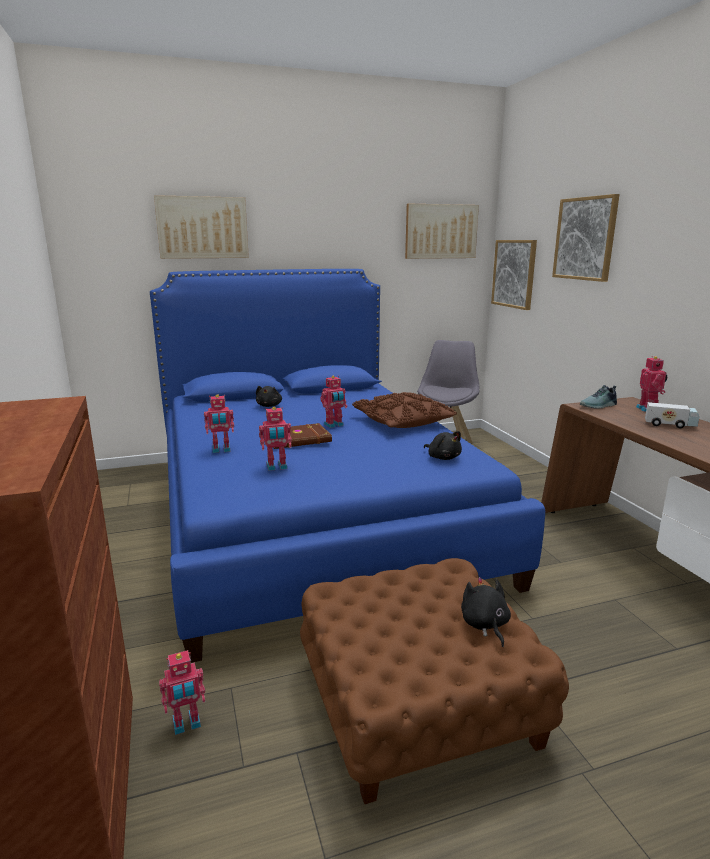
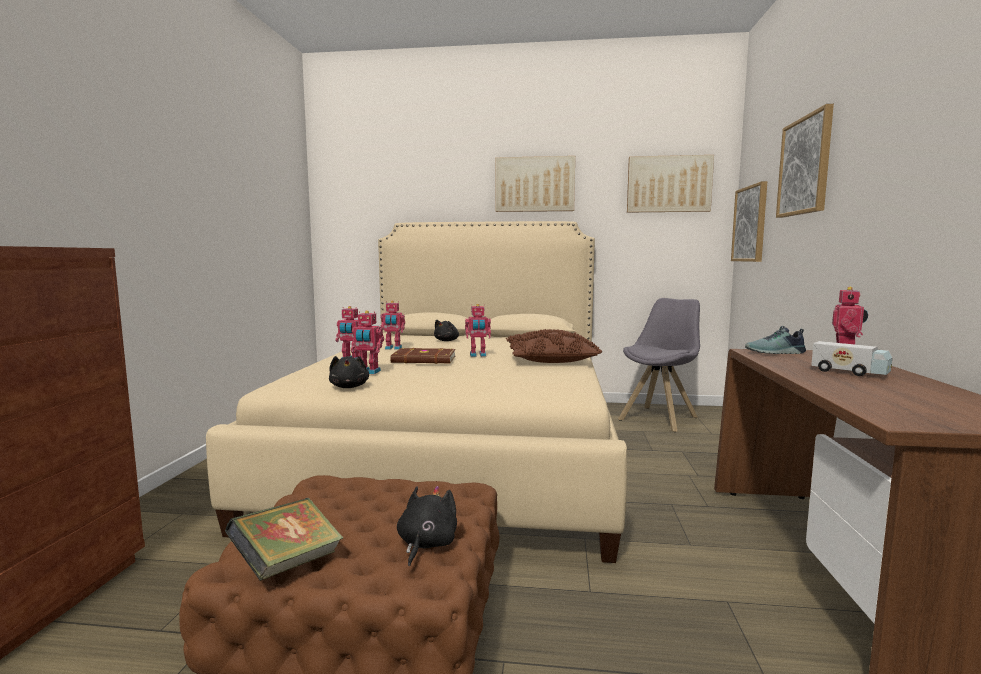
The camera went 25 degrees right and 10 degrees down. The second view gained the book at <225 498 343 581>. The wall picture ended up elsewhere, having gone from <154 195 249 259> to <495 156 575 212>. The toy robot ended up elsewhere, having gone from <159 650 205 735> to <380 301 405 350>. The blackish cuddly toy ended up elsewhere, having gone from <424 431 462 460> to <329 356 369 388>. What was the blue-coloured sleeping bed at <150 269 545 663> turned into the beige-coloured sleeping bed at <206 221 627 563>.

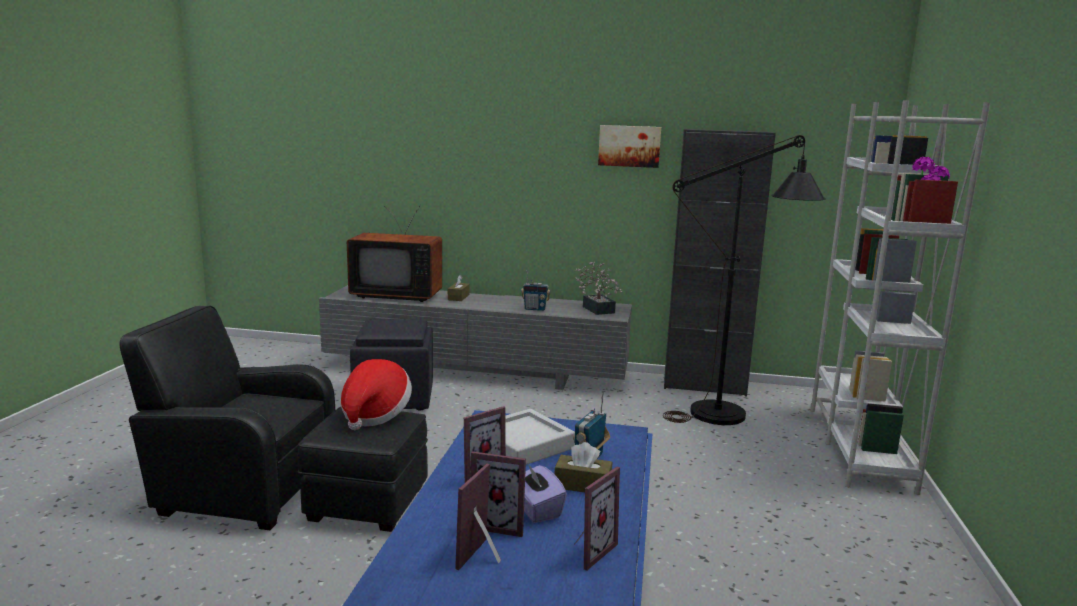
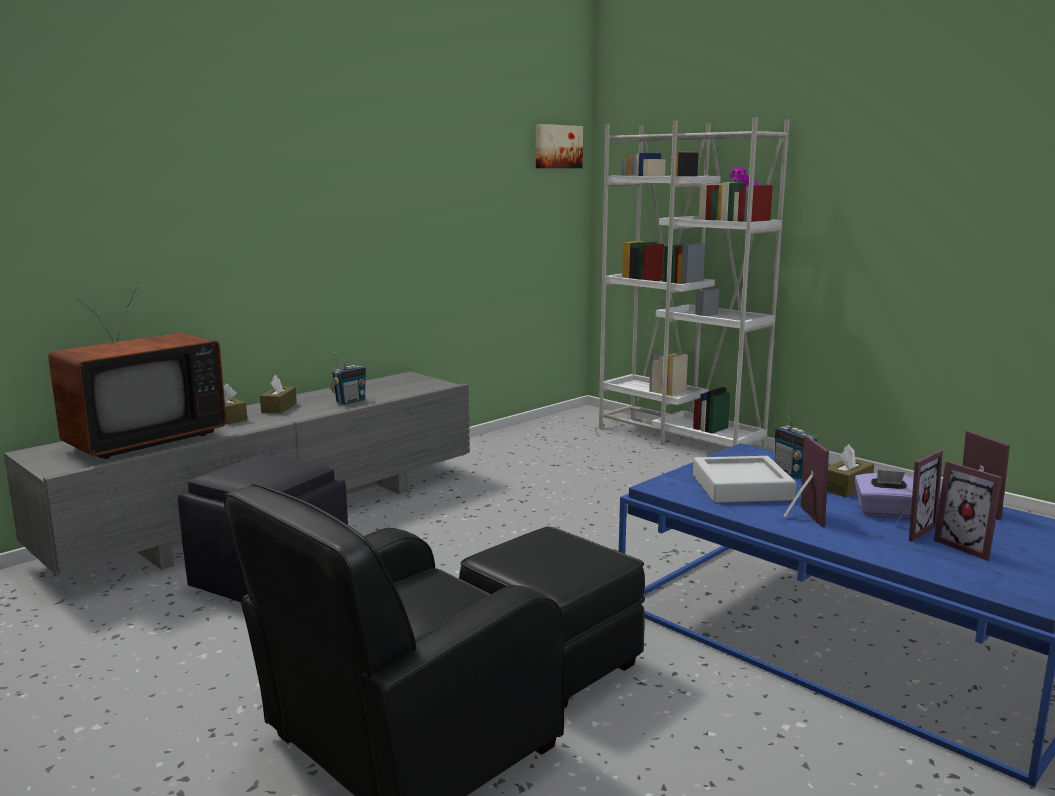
The camera went 55 degrees left and 0 degrees up. The second view lost the clothing hat at <341 359 412 430>. The second view lost the plant in a pot at <574 262 622 315>. The second view lost the blackish standard lamp at <663 135 826 425>. The second view lost the blackish cupboard at <664 129 776 396>. The second view gained the brown box of tissues at <260 375 297 414>. The wall picture ended up elsewhere, having gone from <598 125 661 168> to <536 124 583 168>.

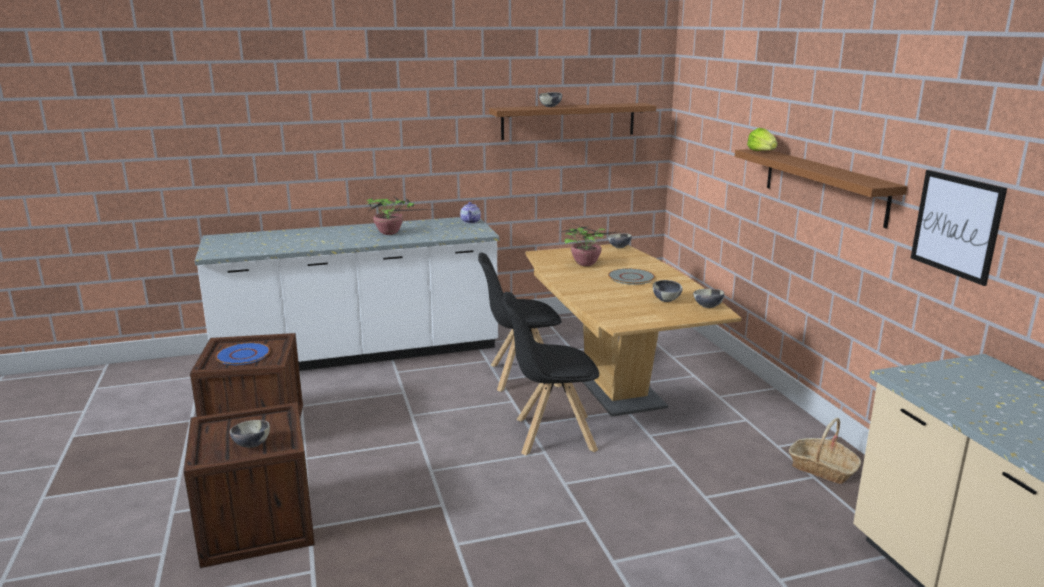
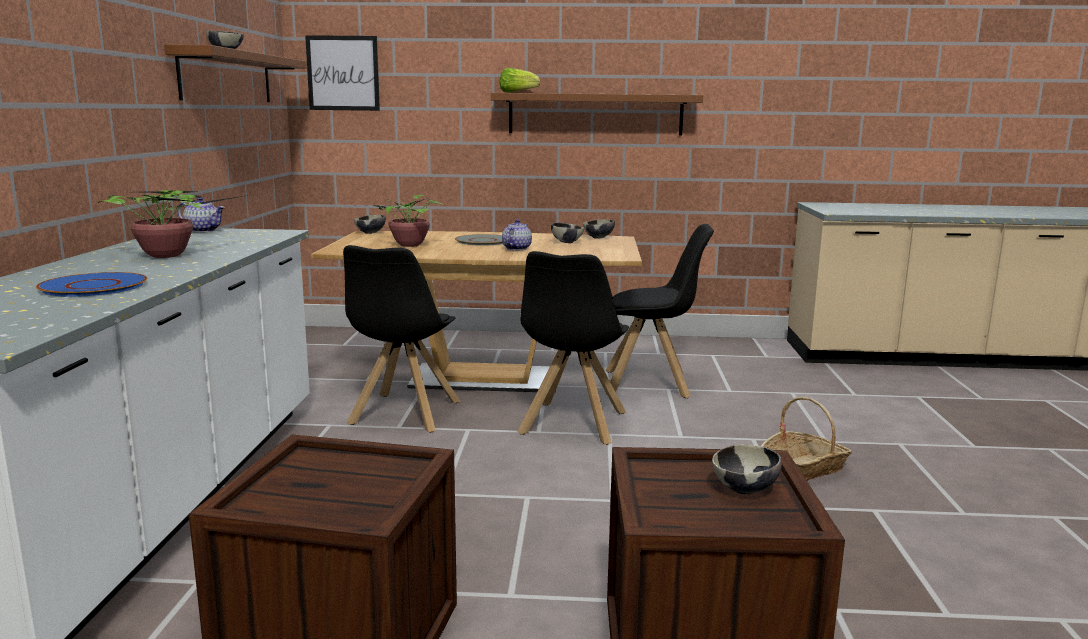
The camera went 70 degrees left and 5 degrees down. The second view gained the tea pot at <502 219 532 250>. The second view gained the blackish upright chair at <605 224 714 398>. The blue-coloured plate ended up elsewhere, having gone from <216 343 270 365> to <36 272 148 297>. The basket ended up elsewhere, having gone from <789 418 861 484> to <761 396 852 481>. The wall picture ended up elsewhere, having gone from <911 170 1007 286> to <305 35 380 111>.

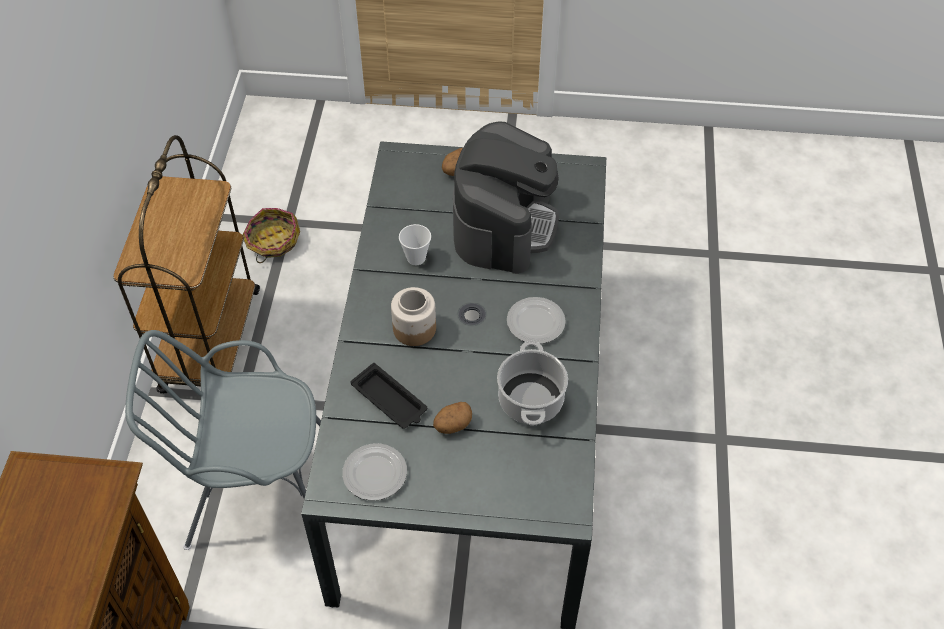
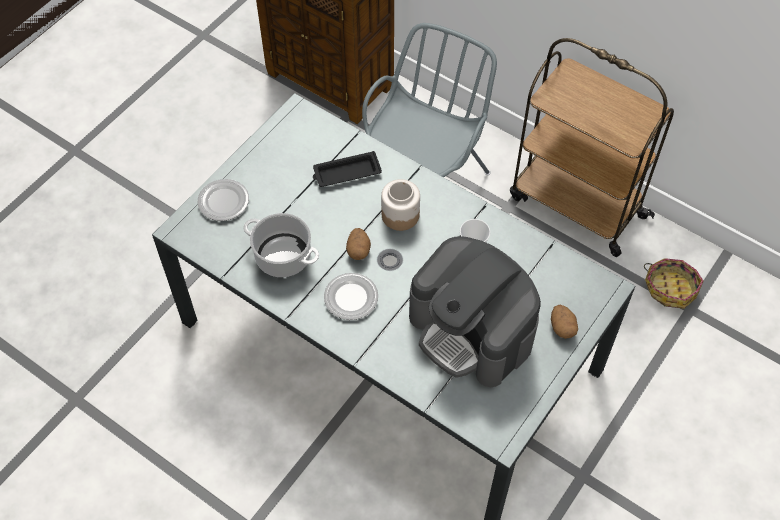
The camera went 120 degrees right and 5 degrees up. The plate ended up elsewhere, having gone from <342 443 407 501> to <197 179 249 221>. The potato ended up elsewhere, having gone from <433 402 472 434> to <346 228 371 260>.

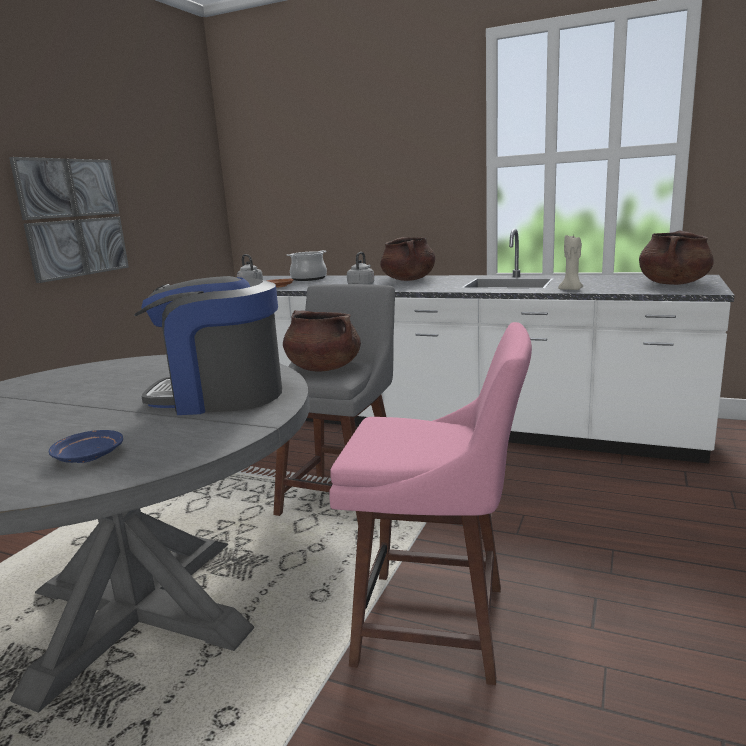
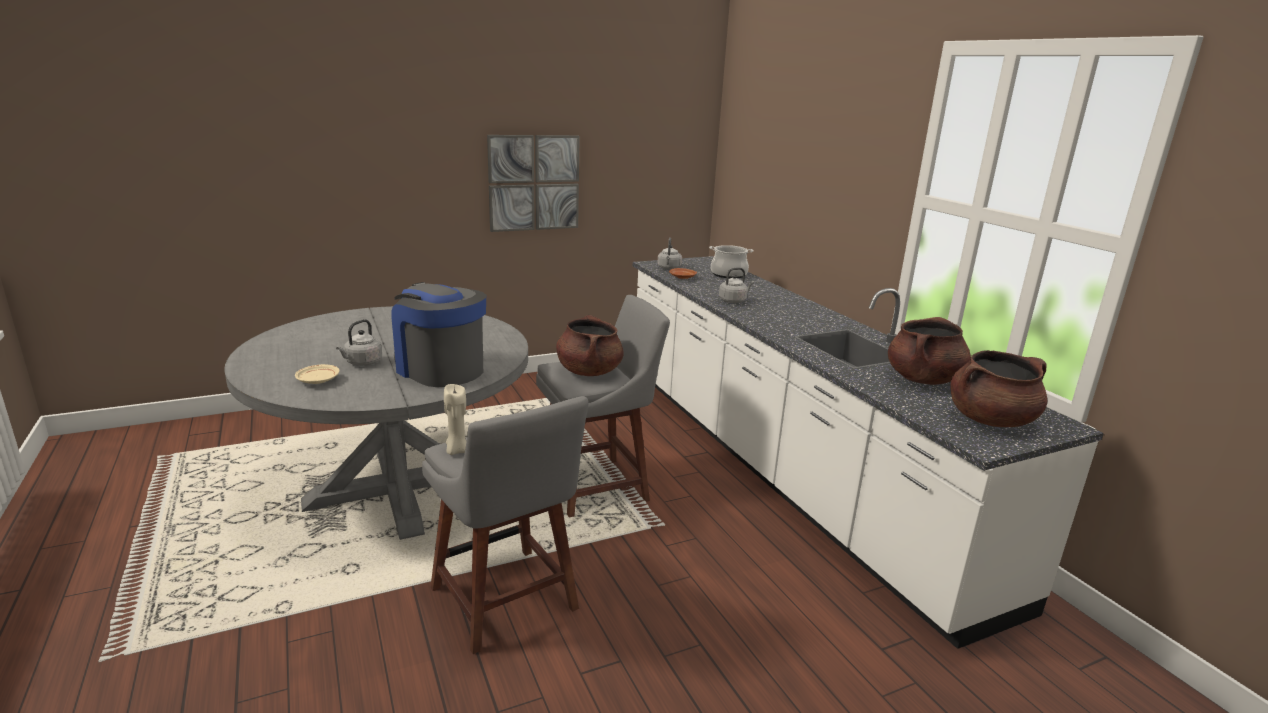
The camera went 40 degrees right and 5 degrees up. The second view gained the gray tea kettle at <336 319 382 366>. The brown saucepot ended up elsewhere, having gone from <380 237 435 281> to <888 317 971 385>. The beige-coloured wax light ended up elsewhere, having gone from <558 233 583 290> to <444 384 467 455>. What was the blue-coloured plate at <49 430 123 463> turned into the beige-coloured plate at <295 364 340 384>. What was the pink-coloured stool at <329 322 532 685> turned into the gray stool at <422 396 588 654>.

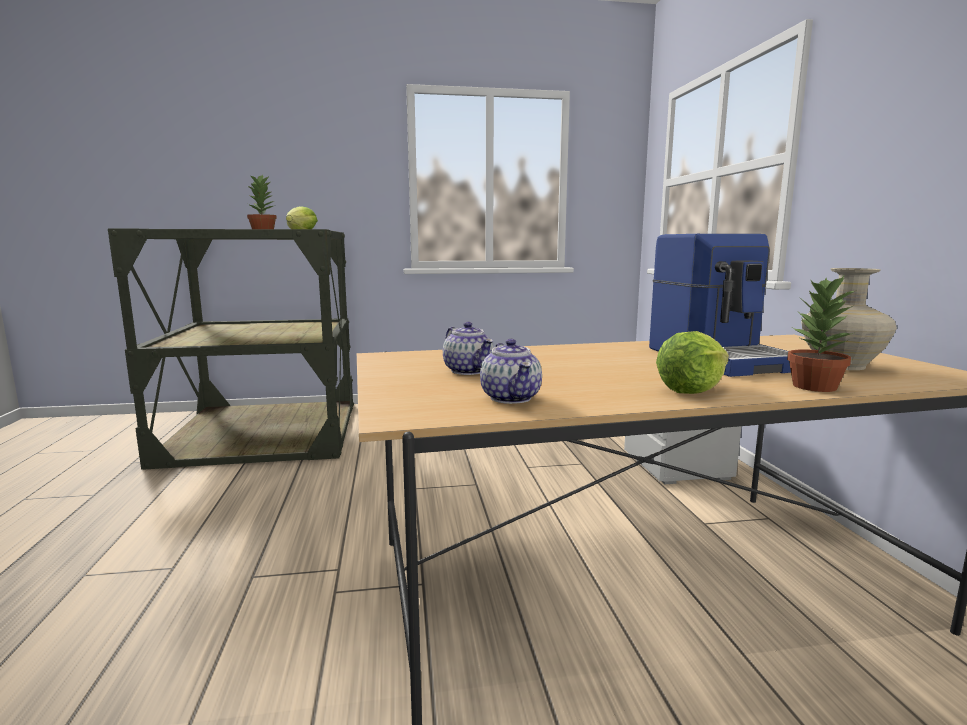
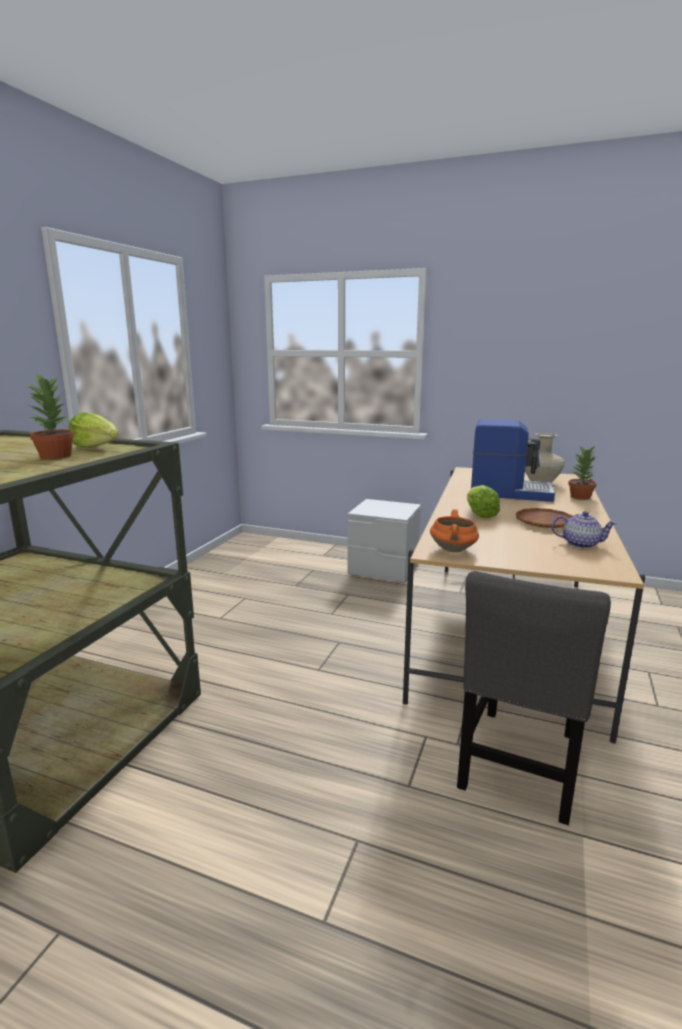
The camera went 60 degrees left and 5 degrees up. The second view lost the tea pot at <443 322 494 375>. The second view gained the orangey saucepot at <430 509 479 552>. The second view gained the gray upright chair at <457 571 611 825>. The second view gained the brown plate at <516 508 573 528>. The head of lettuce ended up elsewhere, having gone from <656 331 729 394> to <467 485 500 518>.

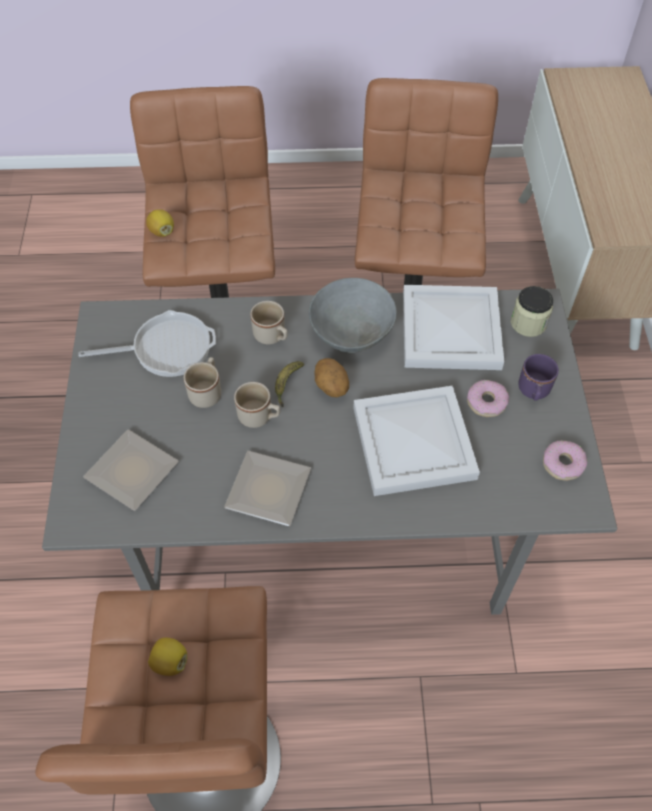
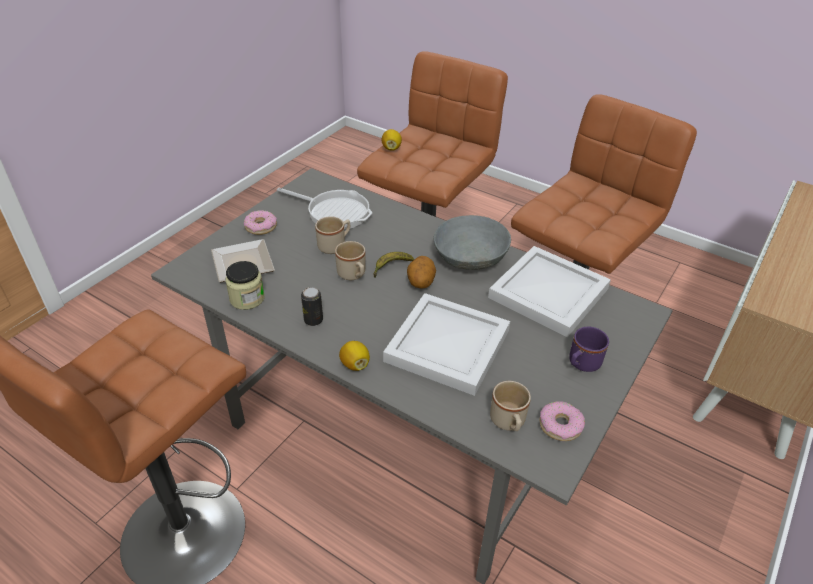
The camera went 35 degrees right and 15 degrees down. The citrus fruit ended up elsewhere, having gone from <148 637 187 676> to <339 341 370 371>. The beige-coloured mug ended up elsewhere, having gone from <250 301 288 344> to <490 381 531 431>. The ring doughnut ended up elsewhere, having gone from <467 380 509 417> to <244 210 277 235>. The storage jar ended up elsewhere, having gone from <511 286 553 337> to <225 261 265 310>. Where the plate stood at <224 451 311 526>, the can came to stand at <301 287 323 326>.

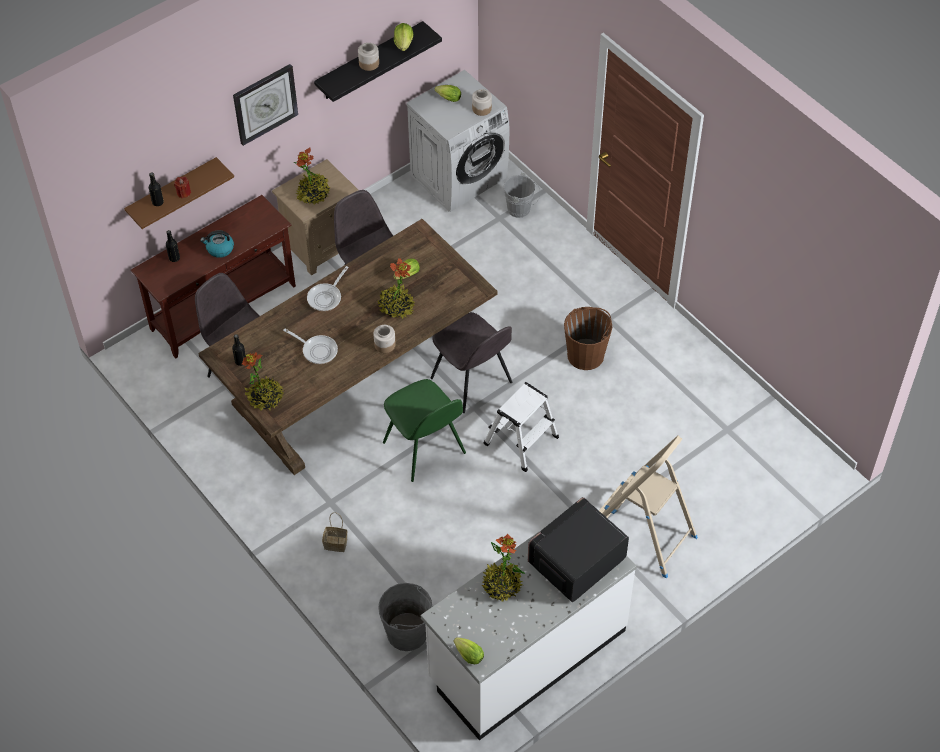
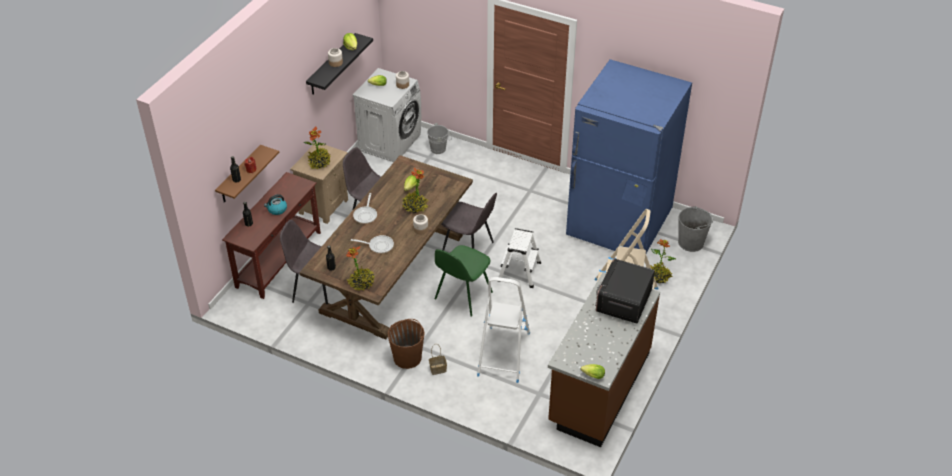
The camera went 25 degrees left and 10 degrees down. The second view lost the clock on the wall at <233 64 298 146>. The second view gained the white-coloured step stool at <477 277 530 383>. The second view gained the blue-coloured refrigerator at <566 59 692 253>. The gray bucket ended up elsewhere, having gone from <378 583 433 651> to <678 206 714 252>. The plant in a pot ended up elsewhere, having gone from <482 534 525 602> to <650 239 676 283>. The brown bucket ended up elsewhere, having gone from <564 307 613 370> to <388 319 425 369>. What was the white-coloured kitchen base unit at <421 528 637 740> turned into the brown kitchen base unit at <548 272 660 447>. The greenish upright chair at <383 379 466 482> ended up facing another way, 90 degrees clockwise from before.

